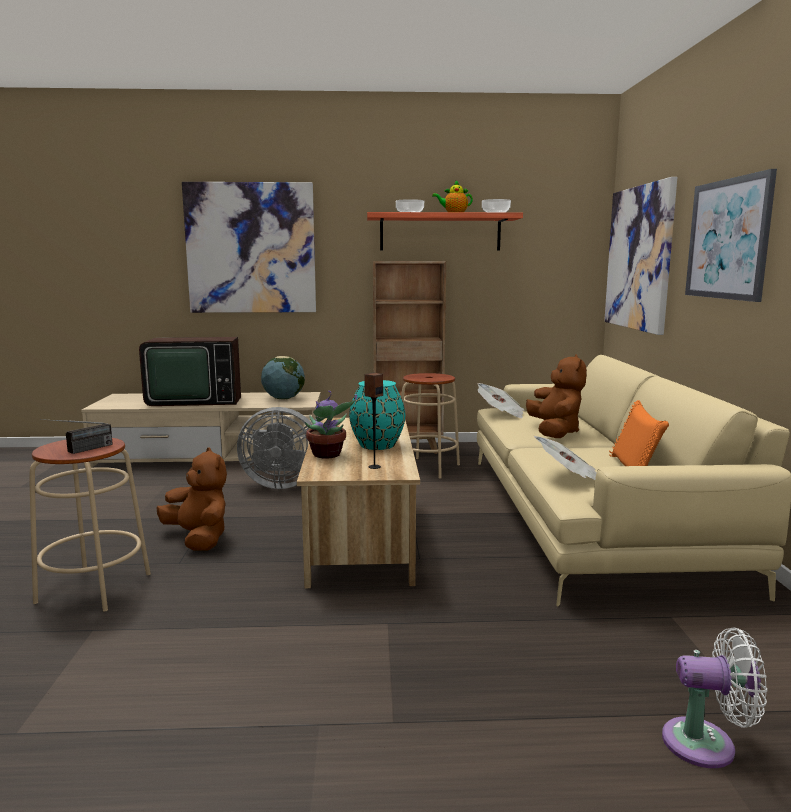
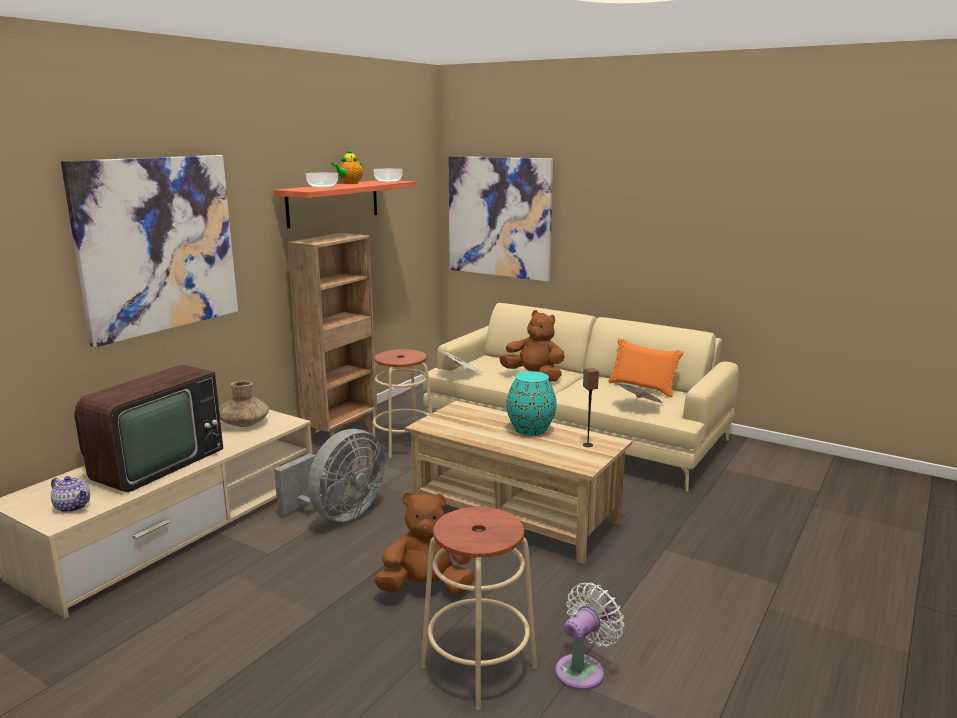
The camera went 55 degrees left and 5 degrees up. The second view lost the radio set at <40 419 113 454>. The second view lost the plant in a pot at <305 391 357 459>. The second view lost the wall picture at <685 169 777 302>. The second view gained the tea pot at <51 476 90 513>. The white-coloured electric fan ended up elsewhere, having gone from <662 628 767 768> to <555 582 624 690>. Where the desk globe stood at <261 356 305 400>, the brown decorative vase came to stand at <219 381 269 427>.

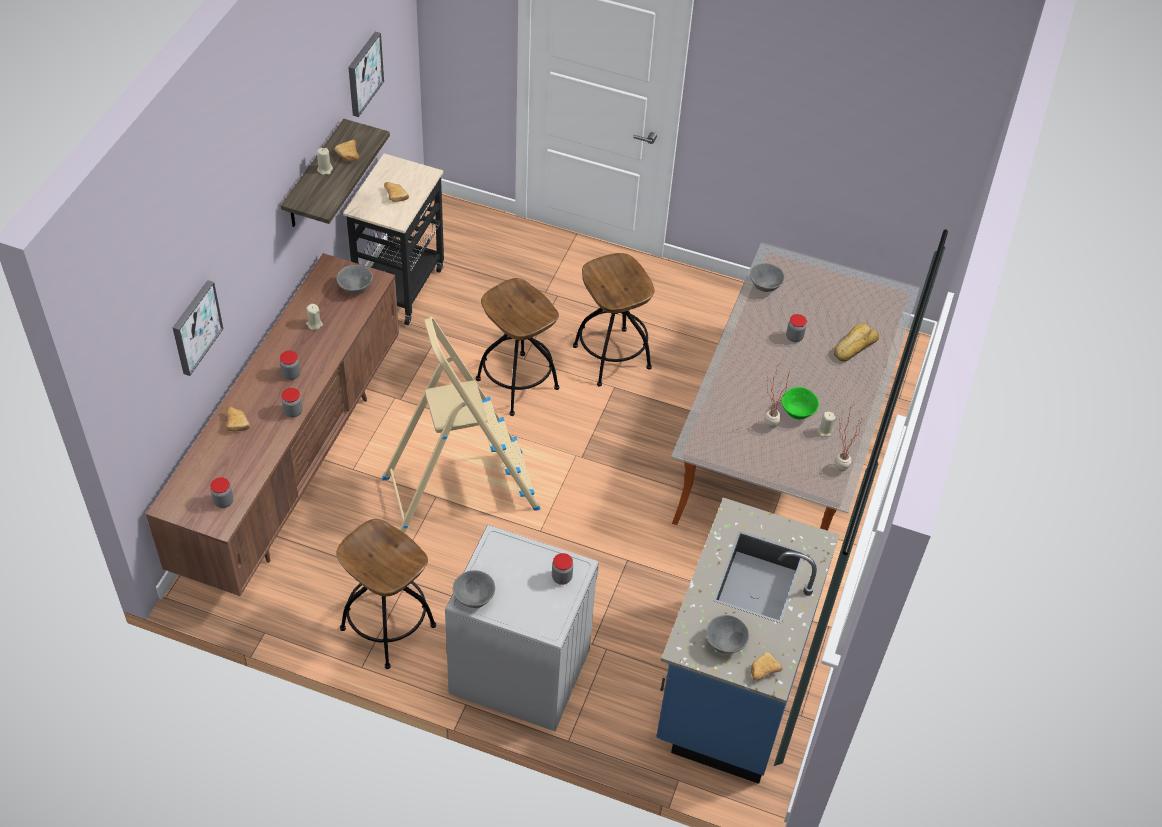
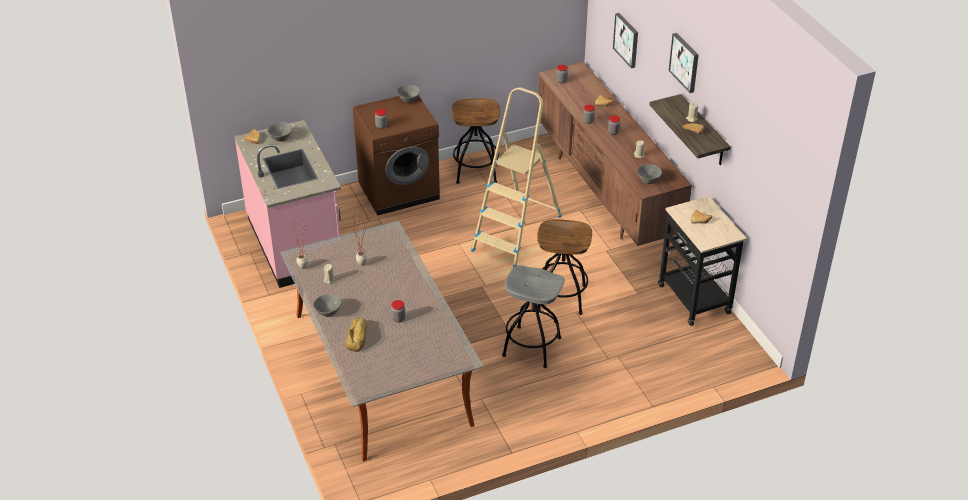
The camera went 140 degrees right and 10 degrees down. The second view lost the greenish bowl at <782 387 819 420>. The wall picture ended up elsewhere, having gone from <348 32 384 117> to <669 33 699 93>. The gray bowl ended up elsewhere, having gone from <750 263 784 292> to <313 294 341 317>. What was the white-coloured washing machine at <445 525 599 731> turned into the brown washing machine at <353 96 440 215>. What was the brown stool at <573 253 654 386> turned into the gray stool at <502 265 564 368>. What was the blue-coloured kitchen base unit at <656 498 839 784> turned into the pink-coloured kitchen base unit at <234 120 341 288>.

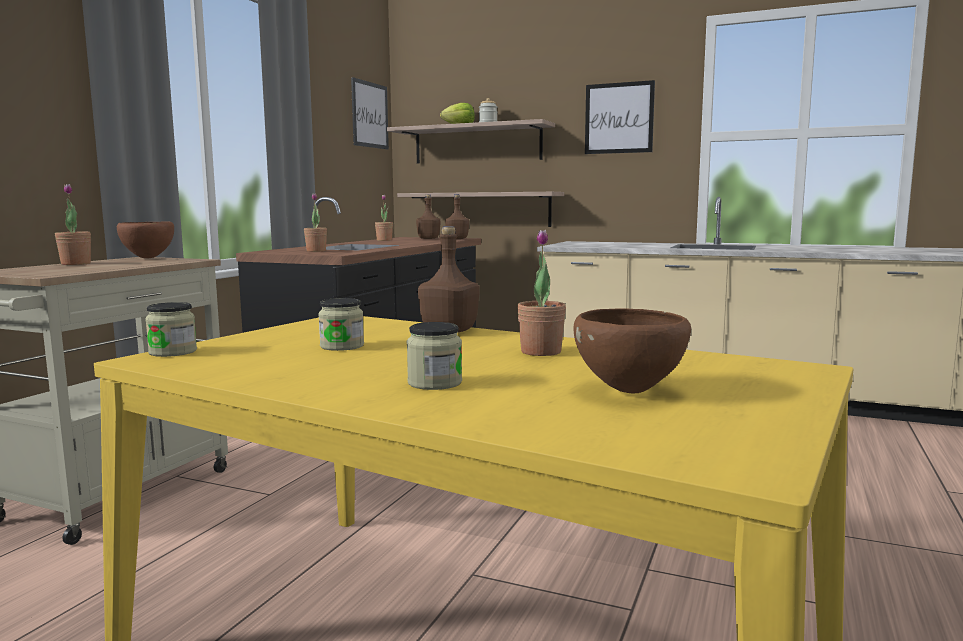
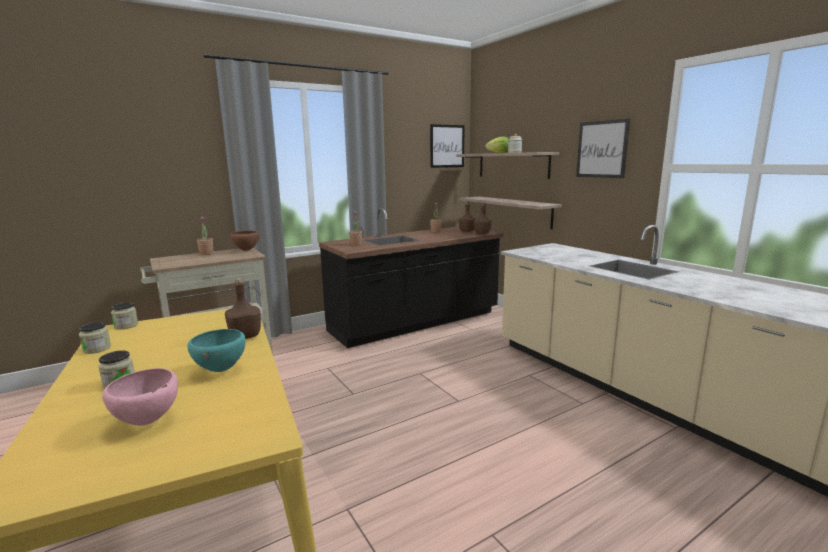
The camera went 35 degrees right and 5 degrees up. The storage jar ended up elsewhere, having gone from <318 298 364 351> to <79 322 111 354>. Where the plant in a pot stood at <517 230 566 356>, the turquoise bowl came to stand at <187 329 246 372>. What was the brown bowl at <574 308 691 393> turned into the pink-coloured bowl at <102 368 178 426>.

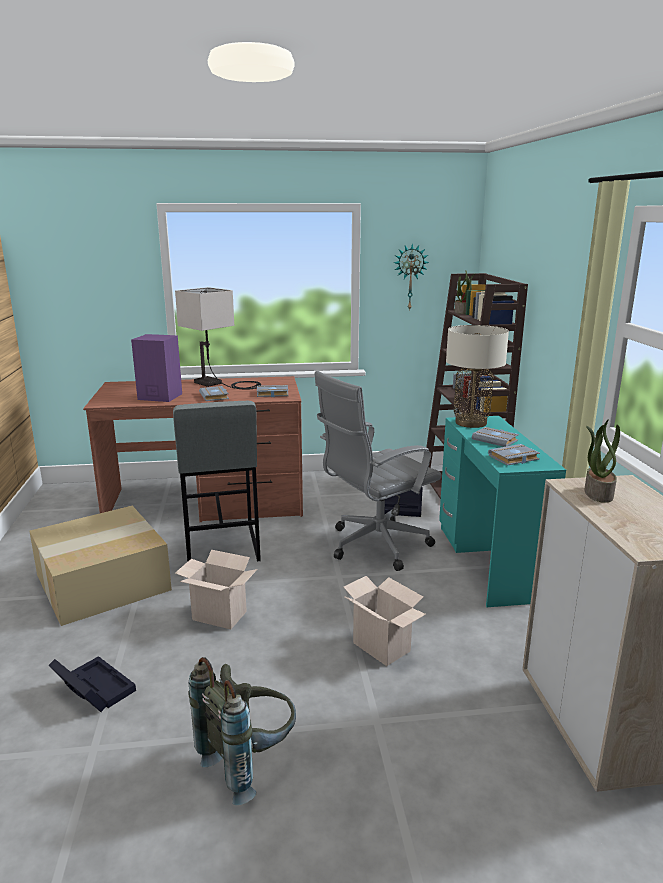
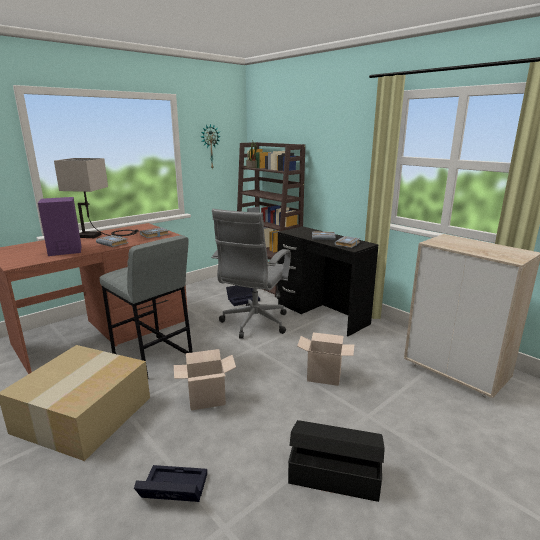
The camera went 35 degrees left and 0 degrees up. The second view lost the table lamp at <446 325 509 428>. The second view lost the plant in a pot at <584 419 620 503>. Where the gray knapsack stood at <188 657 296 805>, the blackish storage bin came to stand at <288 420 384 502>. What was the turquoise desk unit at <439 416 566 607> turned into the blackish desk unit at <277 226 379 336>.

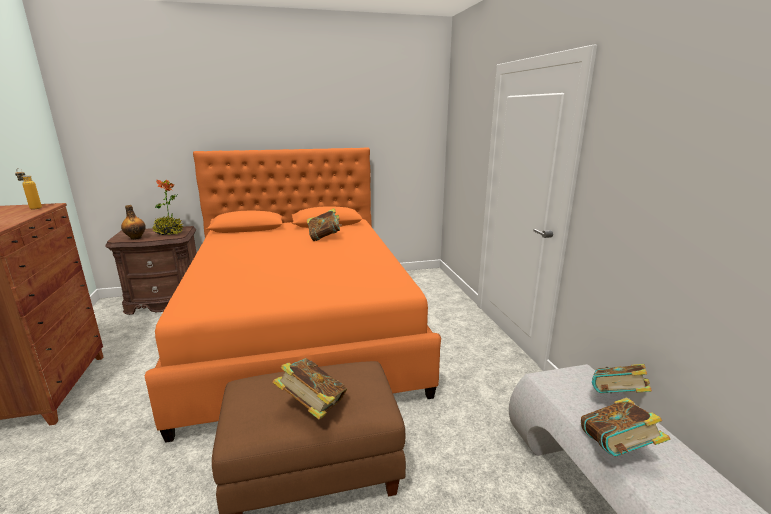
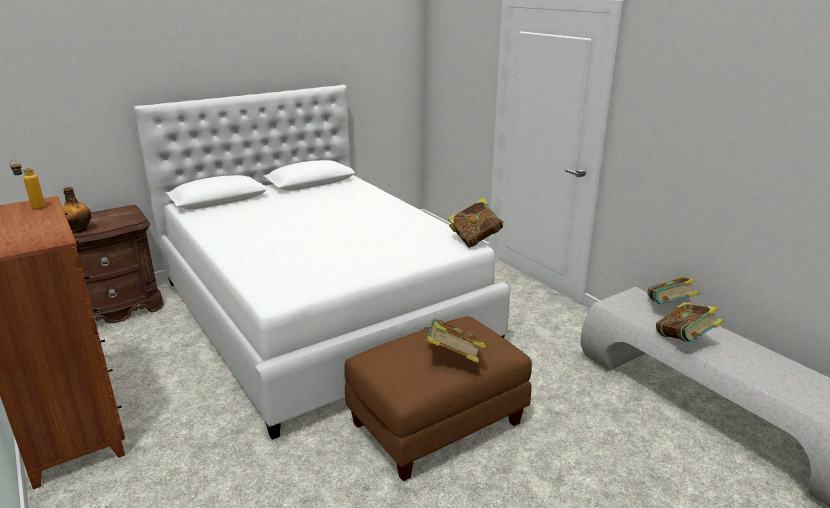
The camera went 20 degrees left and 5 degrees up. The second view lost the plant in a pot at <152 180 183 235>. The book ended up elsewhere, having gone from <307 208 342 241> to <448 198 504 248>. What was the orangey sleeping bed at <145 147 441 443> turned into the white-coloured sleeping bed at <134 85 511 440>.

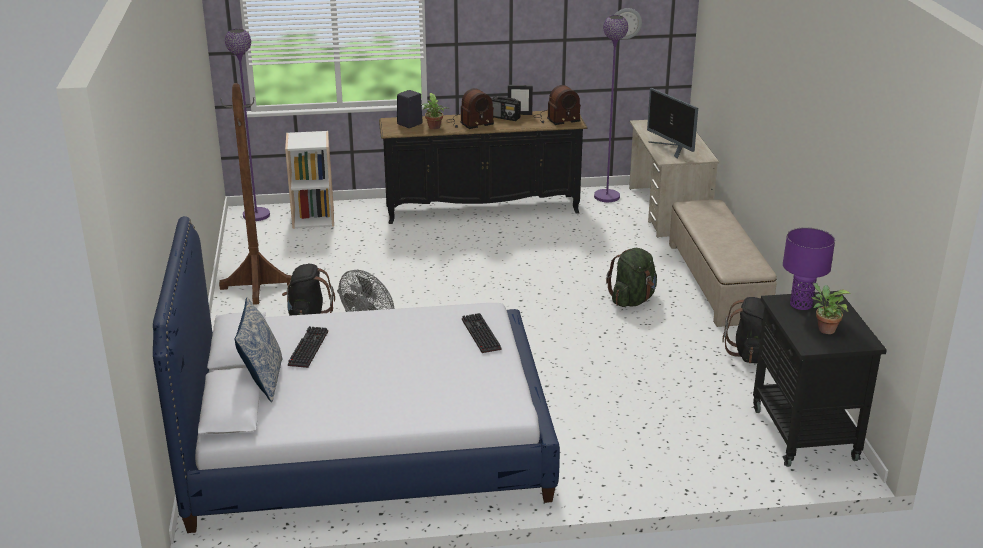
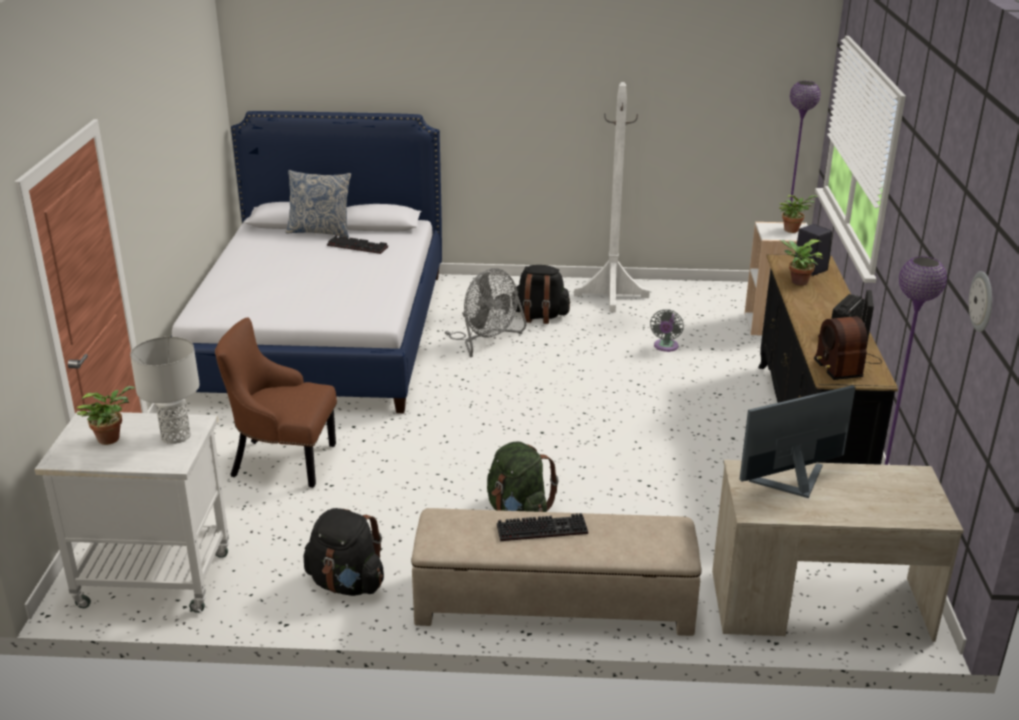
The camera went 100 degrees right and 0 degrees up. The second view lost the radio set at <446 88 494 129>. The second view gained the brown easy chair at <215 317 337 488>. The second view gained the gray electric fan at <650 309 684 352>. The second view gained the plant in a pot at <779 195 818 233>. The computer keyboard ended up elsewhere, having gone from <462 313 502 353> to <497 513 588 541>. What was the brown clothes rack at <219 83 292 305> turned into the white-coloured clothes rack at <574 82 650 313>. What was the blackish wheeled cart at <752 291 887 467> turned into the white-coloured wheeled cart at <34 411 229 613>. What was the purplish table lamp at <783 227 835 310> turned into the white-coloured table lamp at <130 337 200 444>.

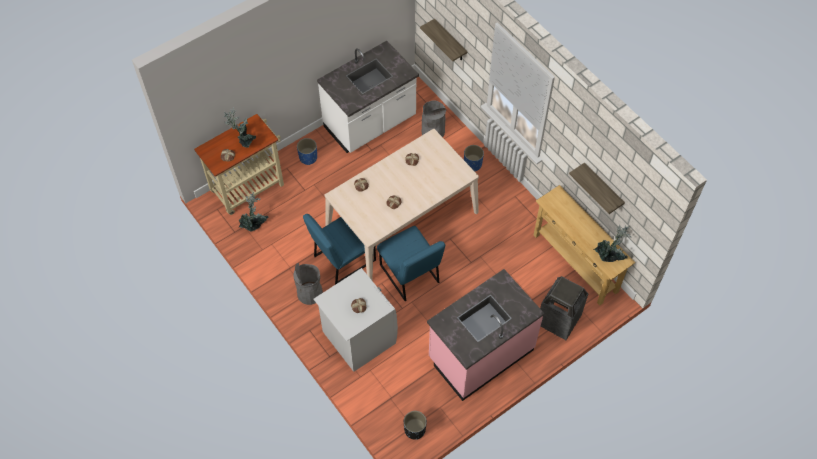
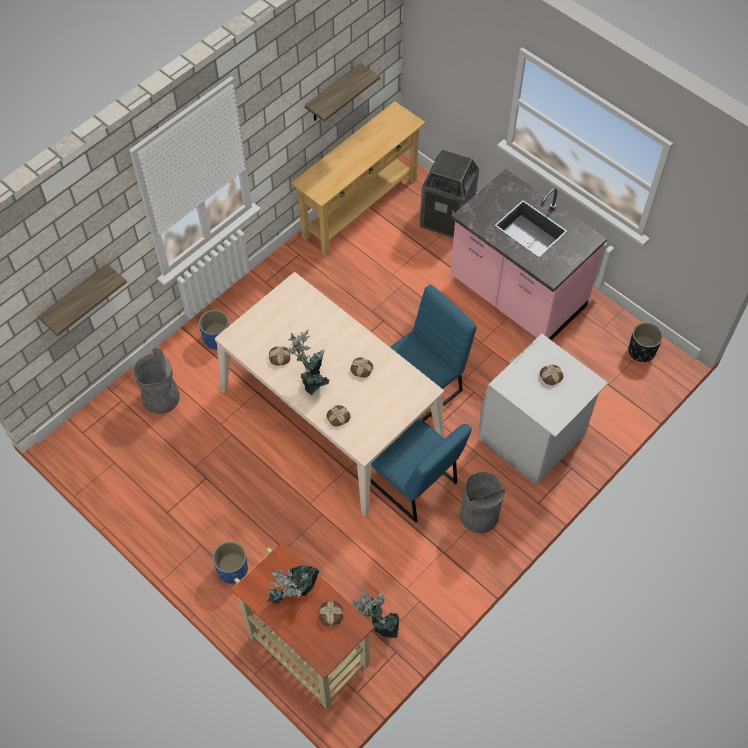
The camera went 100 degrees left and 0 degrees up. The second view lost the white-coloured kitchen base unit at <317 41 419 153>. The plant in a pot ended up elsewhere, having gone from <593 224 631 262> to <286 329 329 395>.

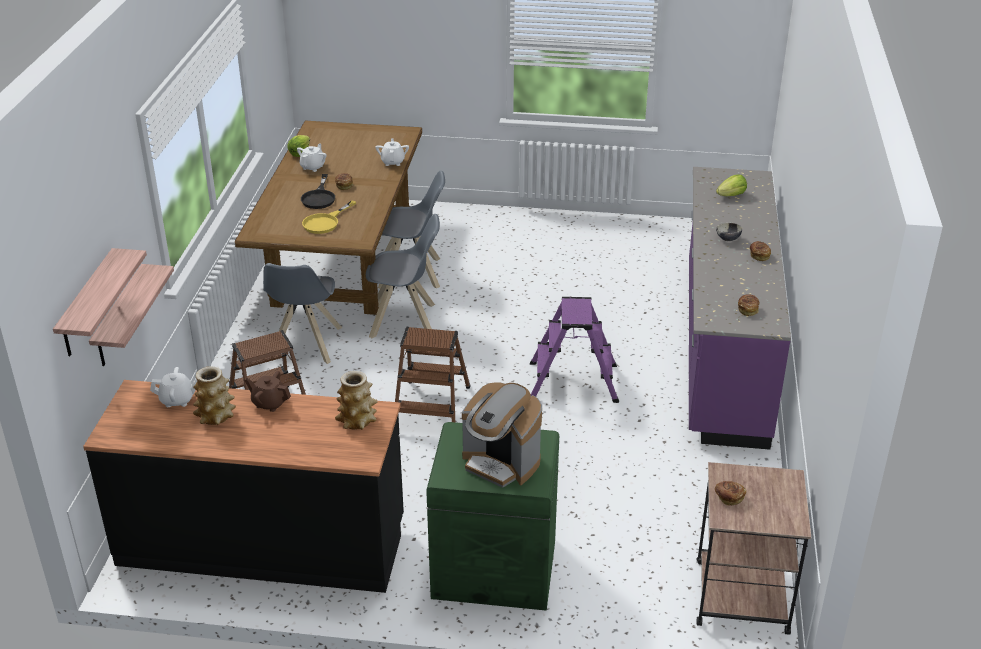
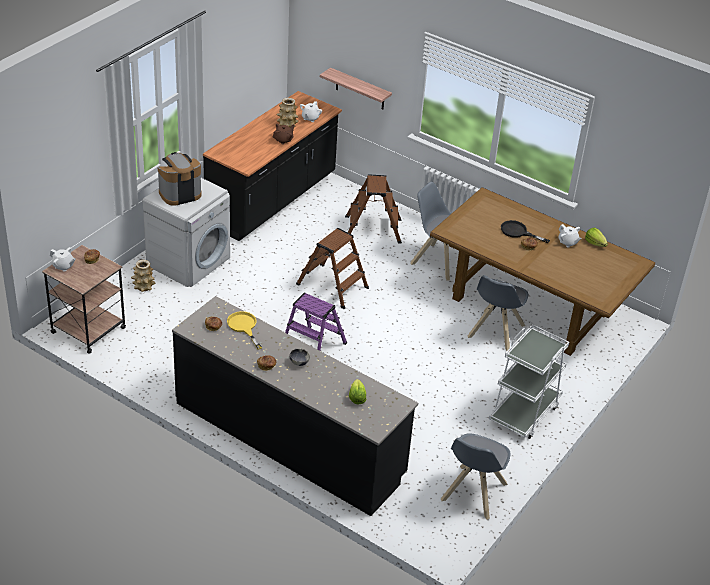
The camera went 115 degrees right and 5 degrees up. The second view lost the shelf at <53 248 147 356>. The second view gained the white-coloured wheeled cart at <489 324 569 439>. The yellowish frying pan ended up elsewhere, having gone from <302 201 356 234> to <227 311 262 350>. The decorative vase ended up elsewhere, having gone from <335 371 378 430> to <131 260 156 292>. The gray upright chair ended up elsewhere, having gone from <366 214 440 339> to <441 433 510 520>. The white-coloured tea pot ended up elsewhere, having gone from <375 138 409 166> to <50 247 76 272>. What was the greenish washing machine at <426 422 559 611> turned into the white-coloured washing machine at <142 178 230 287>. What was the purplish kitchen base unit at <689 167 791 450> turned into the blackish kitchen base unit at <172 296 418 516>.

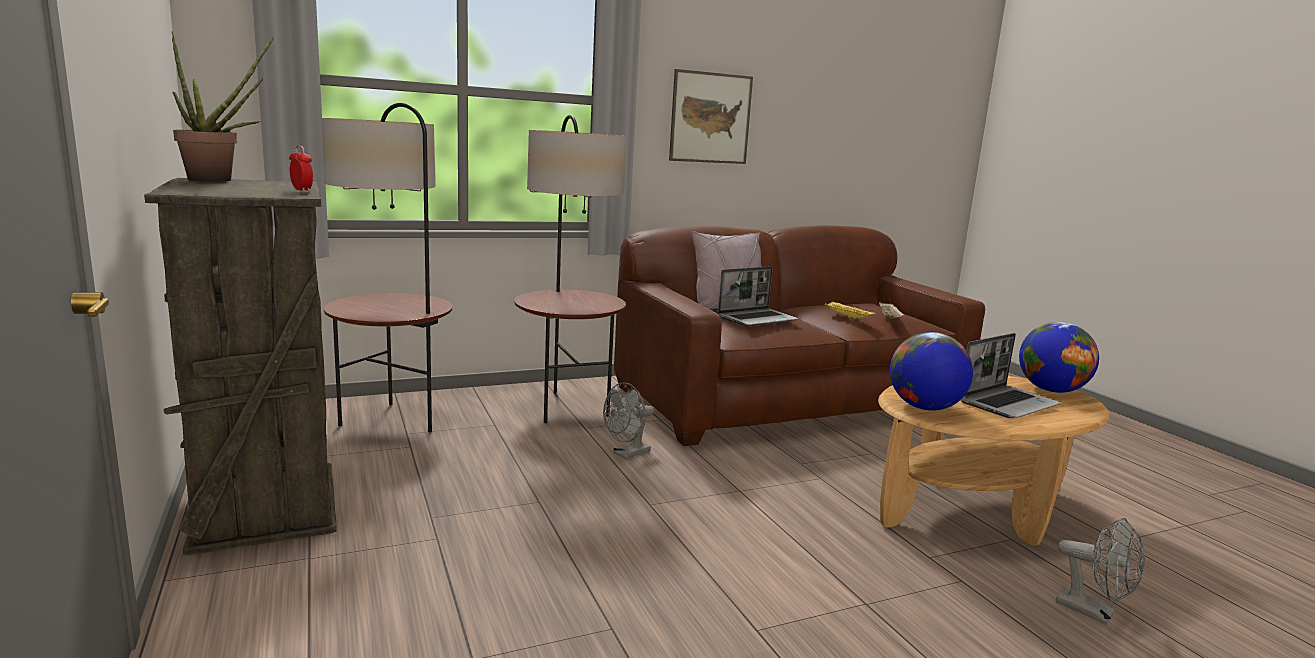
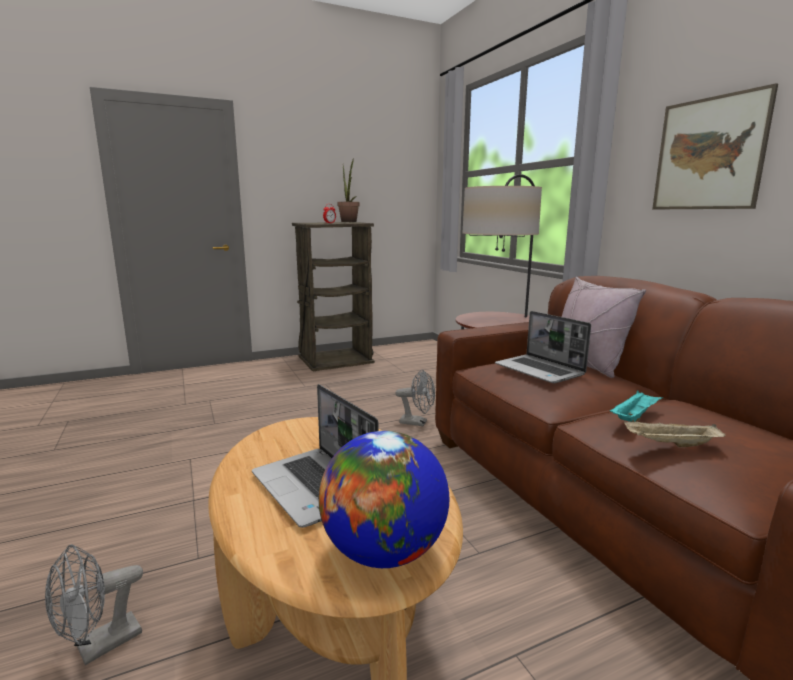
The camera went 90 degrees right and 0 degrees up. The second view lost the standard lamp at <322 103 452 432>. The second view lost the desk globe at <890 332 973 411>. What was the yellowish tray at <825 302 875 320> turned into the turquoise tray at <610 390 663 422>. The gray electric fan at <603 382 654 459> ended up facing another way, 150 degrees clockwise from before.

